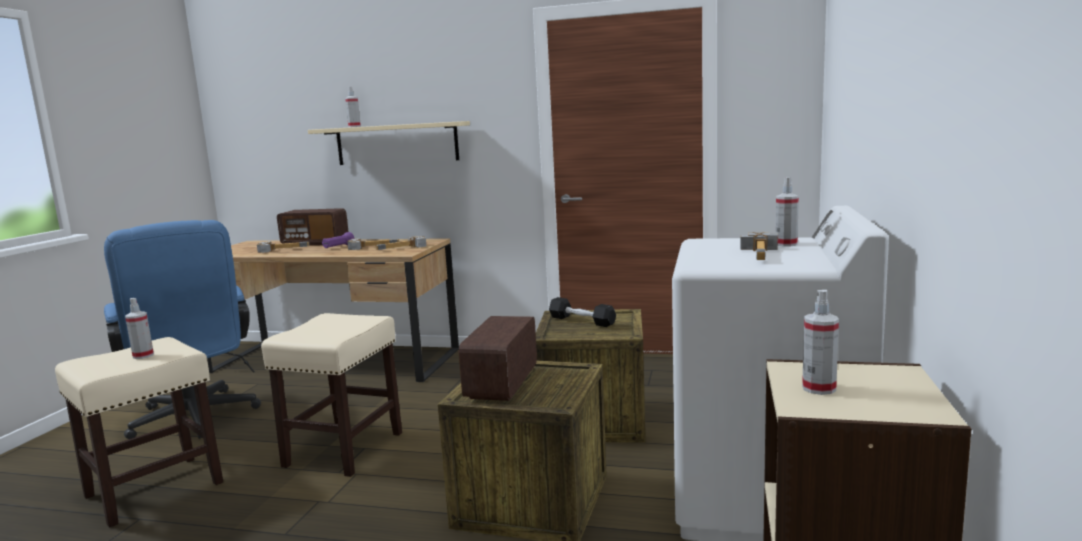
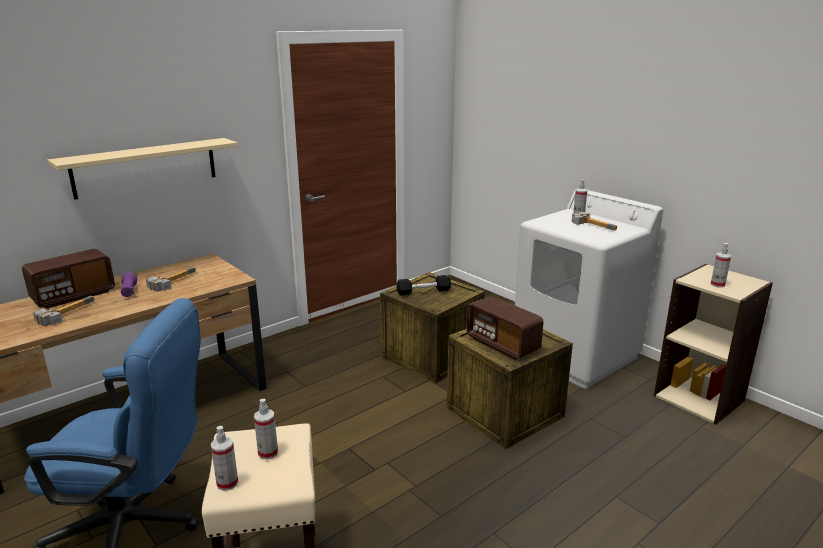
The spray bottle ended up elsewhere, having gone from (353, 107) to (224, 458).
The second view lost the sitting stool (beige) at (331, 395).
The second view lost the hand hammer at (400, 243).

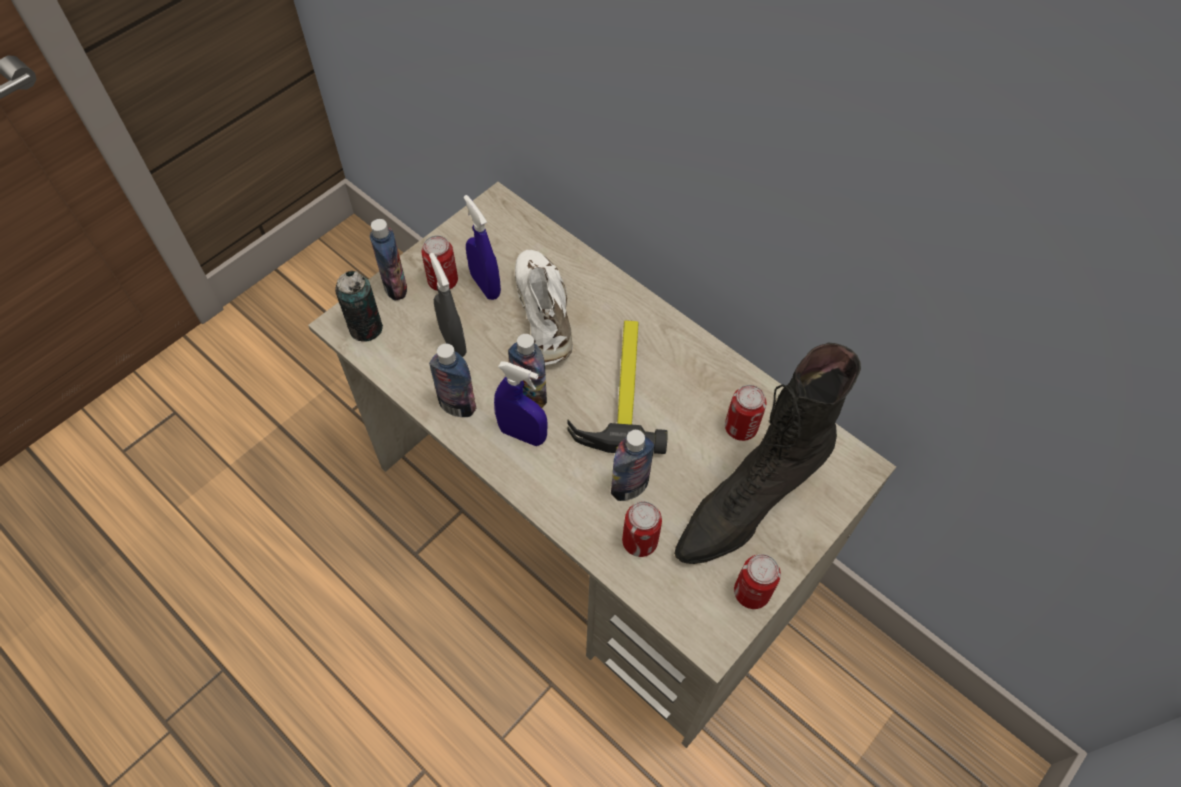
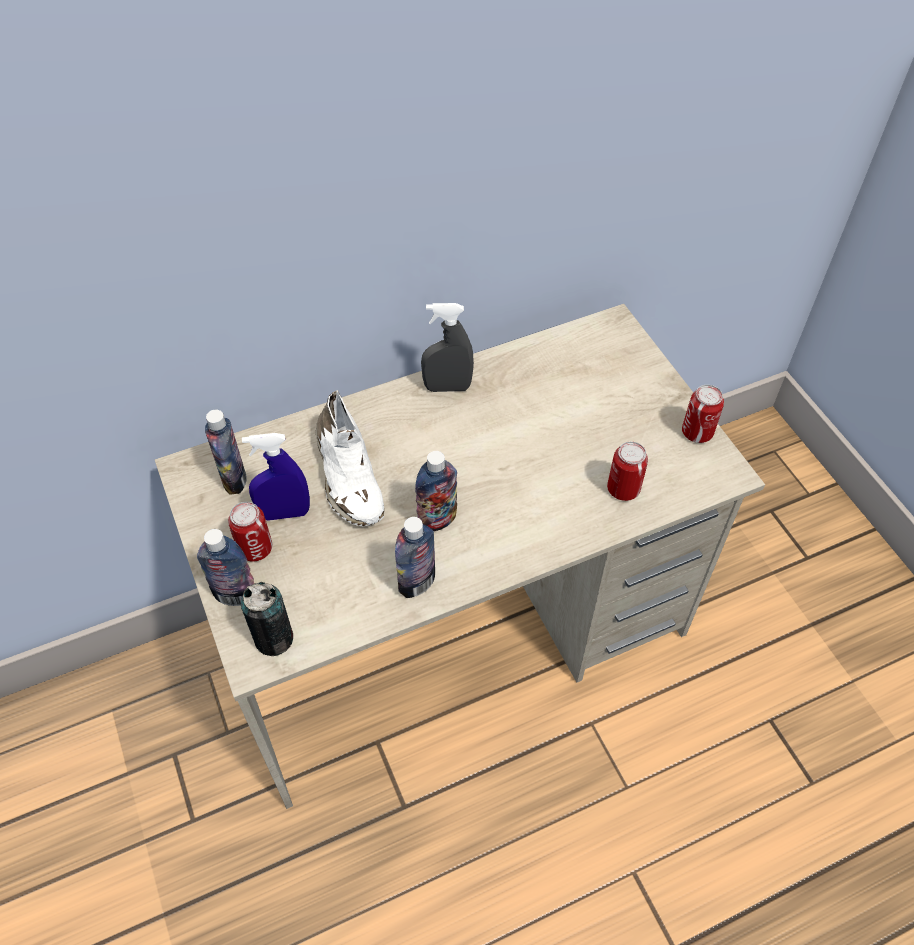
The drink bottle ended up elsewhere, having gone from (632, 465) to (226, 452).
The item of footwear (white) at (544, 307) ended up facing another way, 120 degrees counterclockwise from before.
The spray bottle (greyish) ended up elsewhere, having gone from (448, 305) to (447, 347).
The second view lost the spray bottle (bluish) at (521, 403).
The second view lost the hand hammer at (617, 387).
The second view lost the boot (black) at (767, 453).
The second view lost the sealed can at (745, 413).

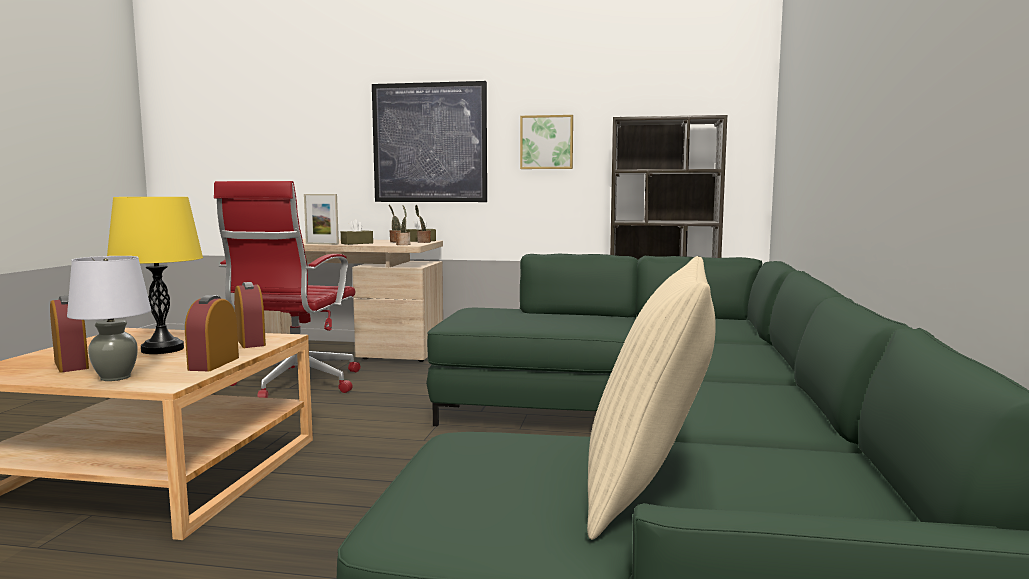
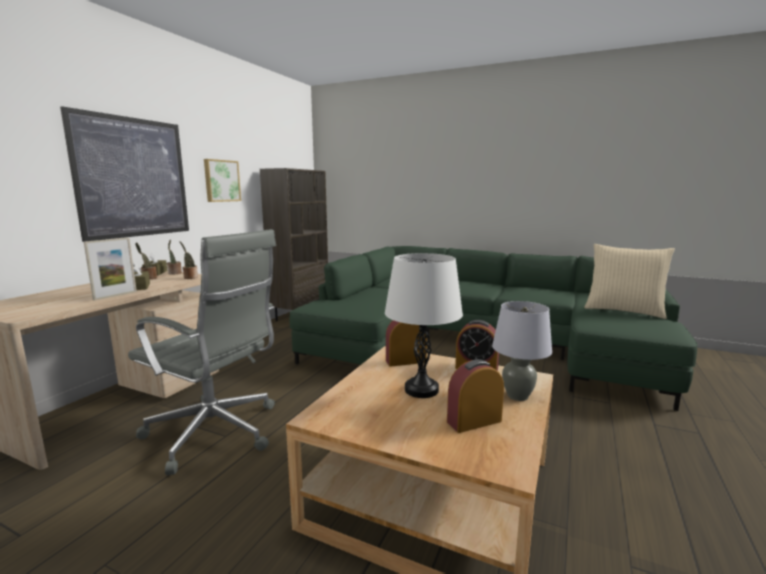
What was the office chair (reddish) at (287, 289) turned into the office chair (greyish) at (202, 352).
What was the table lamp (yellow-coloured) at (155, 275) turned into the table lamp (white) at (424, 325).

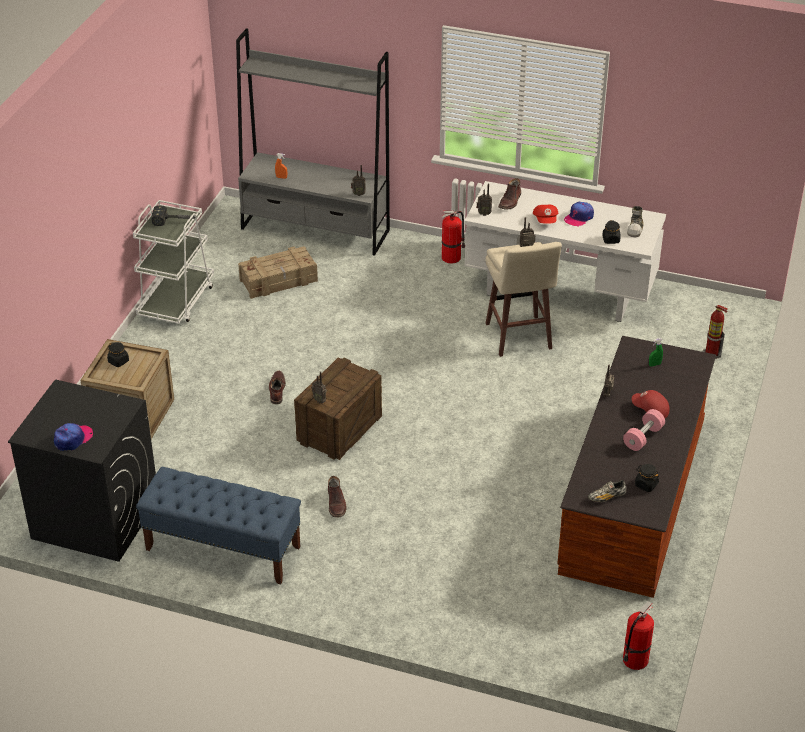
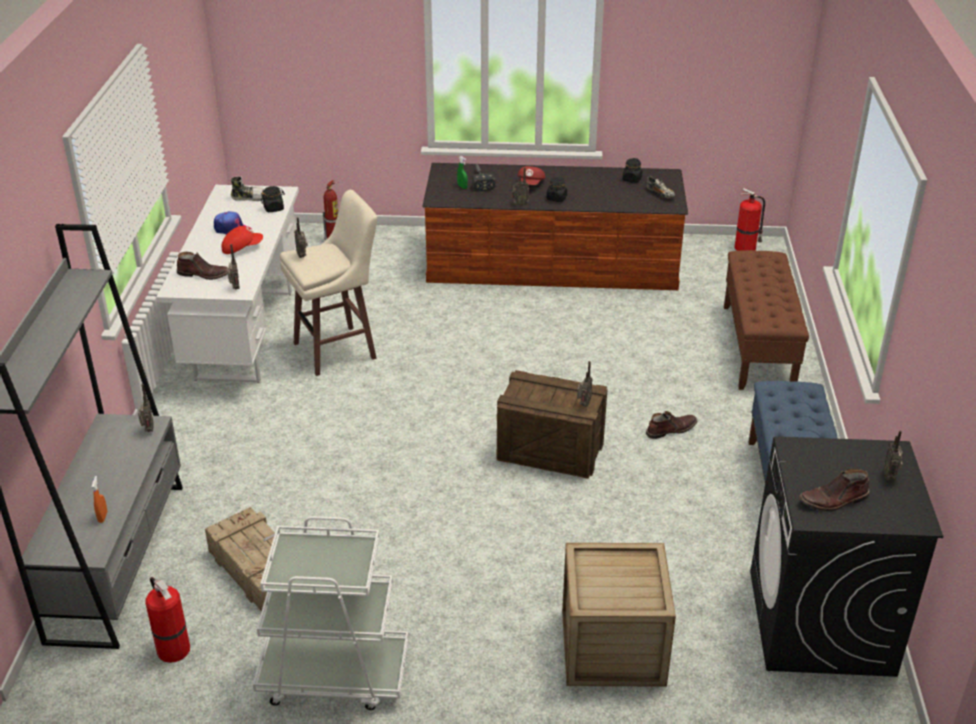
The fire extinguisher ended up elsewhere, having gone from (453, 237) to (167, 620).
The hand hammer ended up elsewhere, having gone from (174, 215) to (483, 178).
The preserve jar (black) ended up elsewhere, having gone from (118, 354) to (556, 189).
The second view gained the bench (brown-coloured) at (766, 320).
The boot (brown-coloured) ended up elsewhere, having gone from (277, 387) to (834, 490).
Where the peaked cap stood at (73, 437), the radio came to stand at (893, 455).
The second view lost the free weight (pink-coloured) at (644, 430).

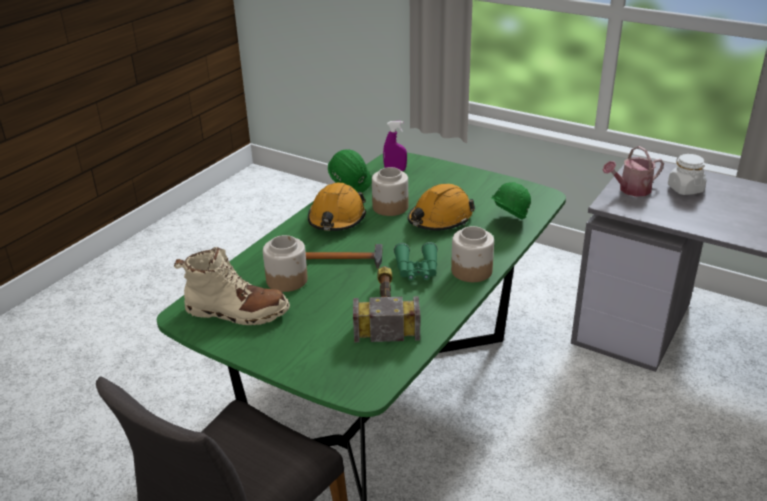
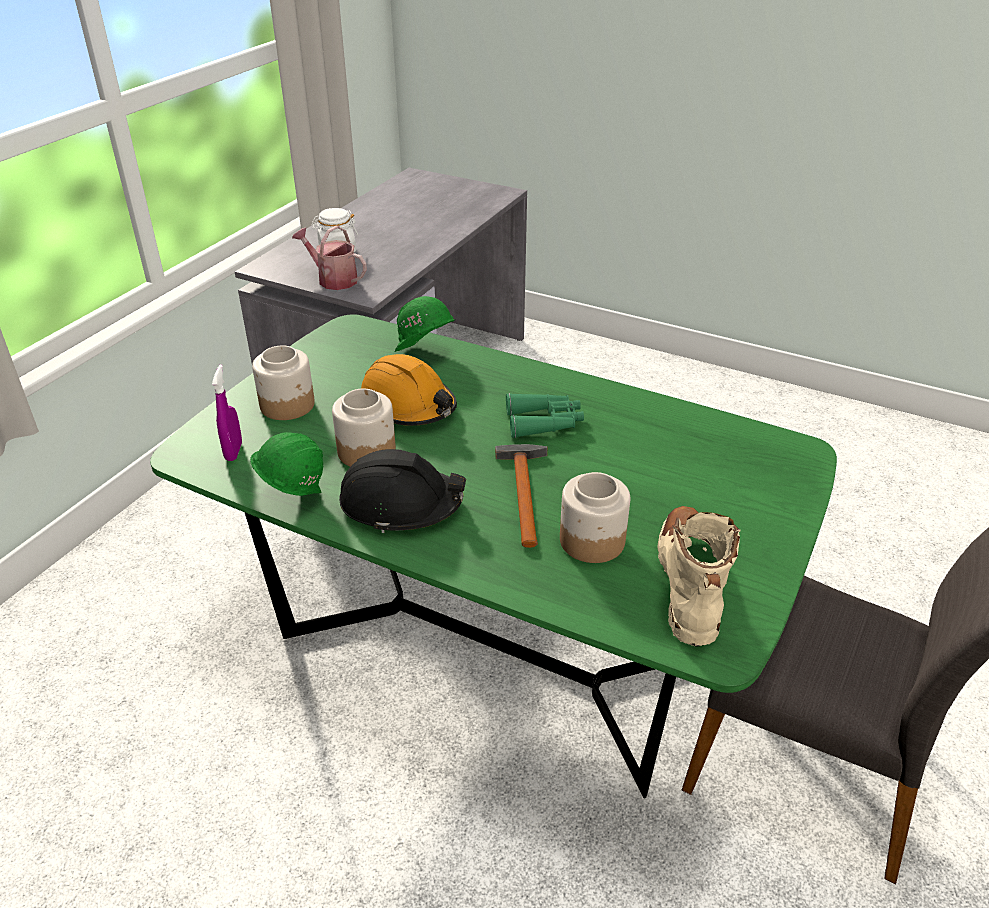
The preserve jar ended up elsewhere, having gone from (472, 254) to (283, 382).
The sprinkling can at (633, 171) ended up facing another way, 150 degrees clockwise from before.
What was the safety helmet (orange-coloured) at (337, 206) turned into the safety helmet (black) at (402, 491).
The second view lost the hand hammer at (386, 304).

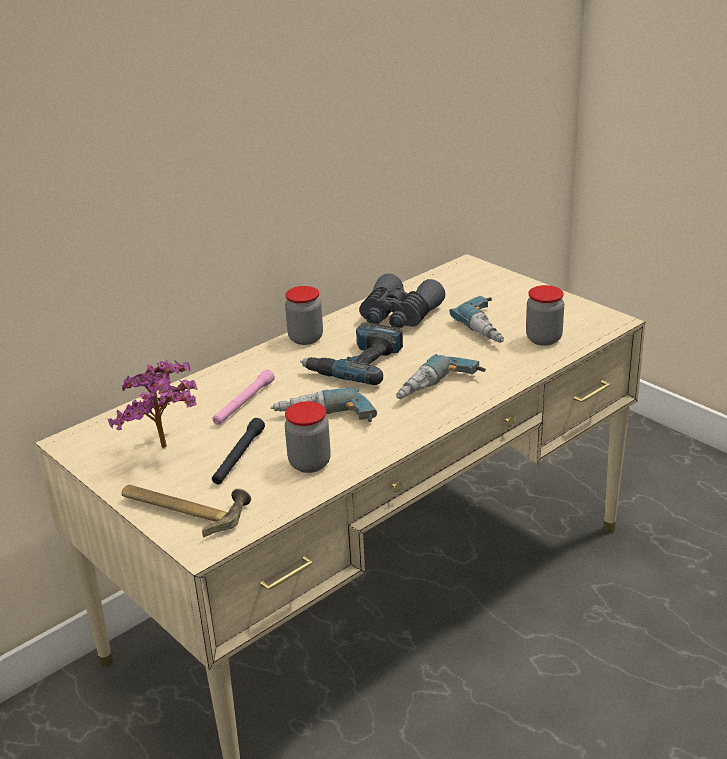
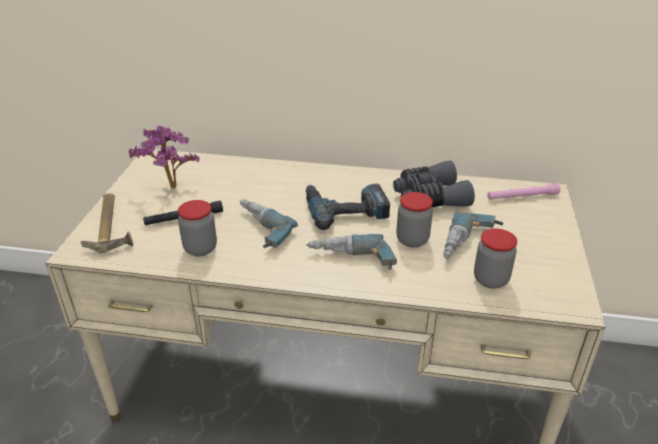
The preserve jar ended up elsewhere, having gone from (304, 315) to (414, 219).
The flashlight (pink-coloured) ended up elsewhere, having gone from (243, 397) to (523, 191).

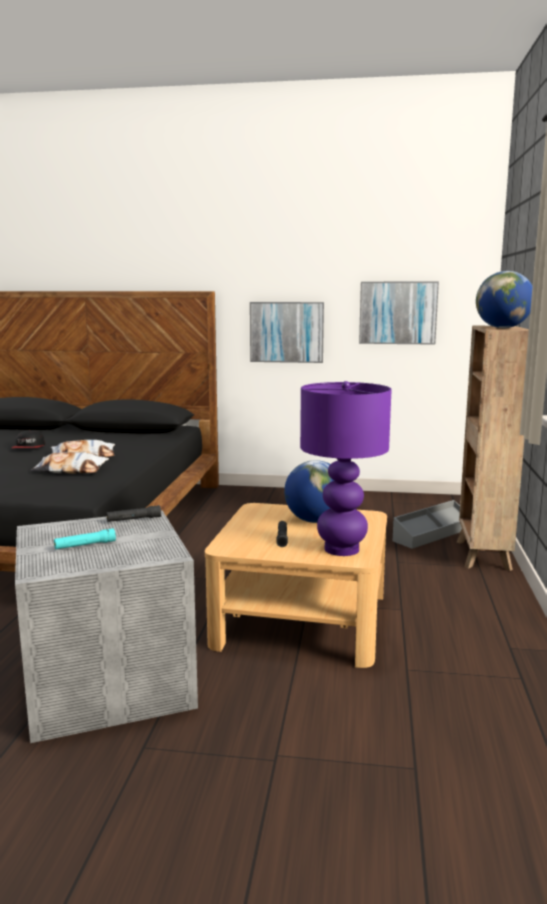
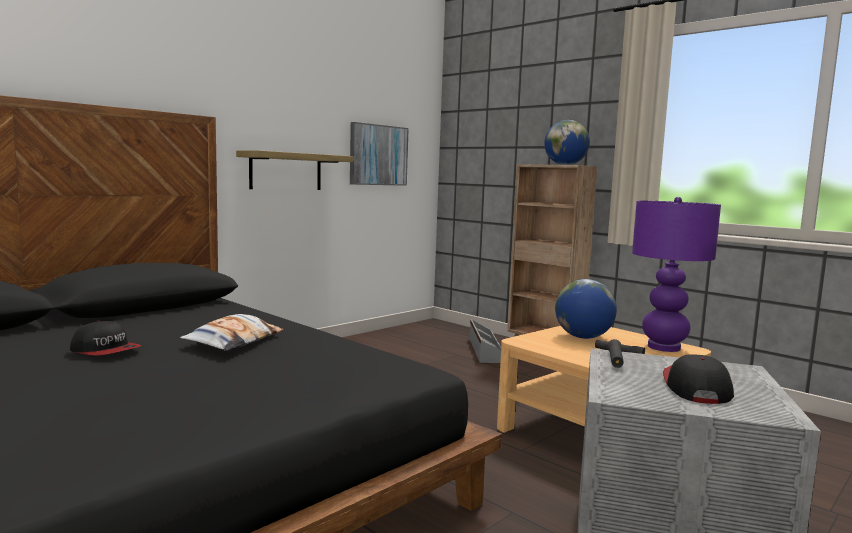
Where the wall picture hung at (287, 332), the shelf came to hang at (294, 170).
Where the flashlight (turquoise-coloured) stood at (85, 538), the peaked cap came to stand at (698, 379).
The second view lost the pillow at (69, 463).

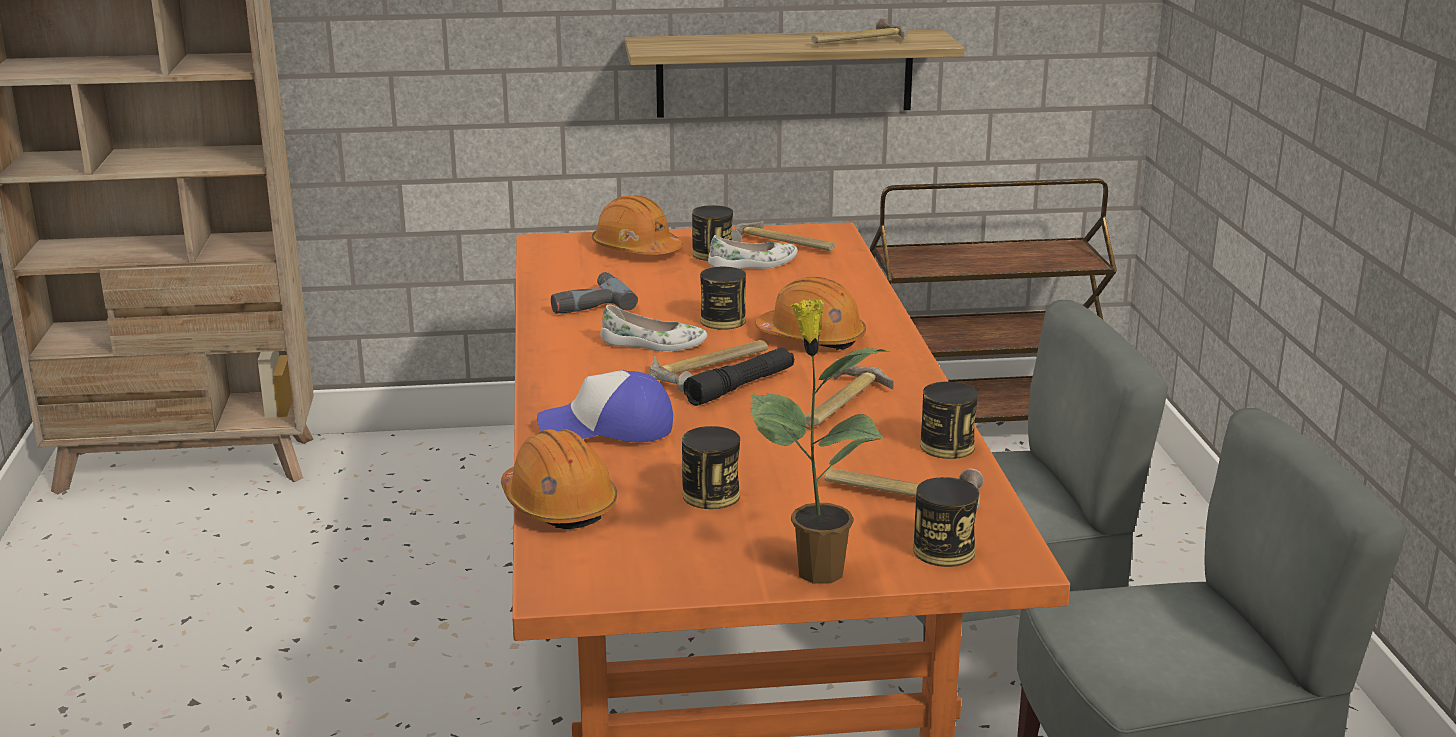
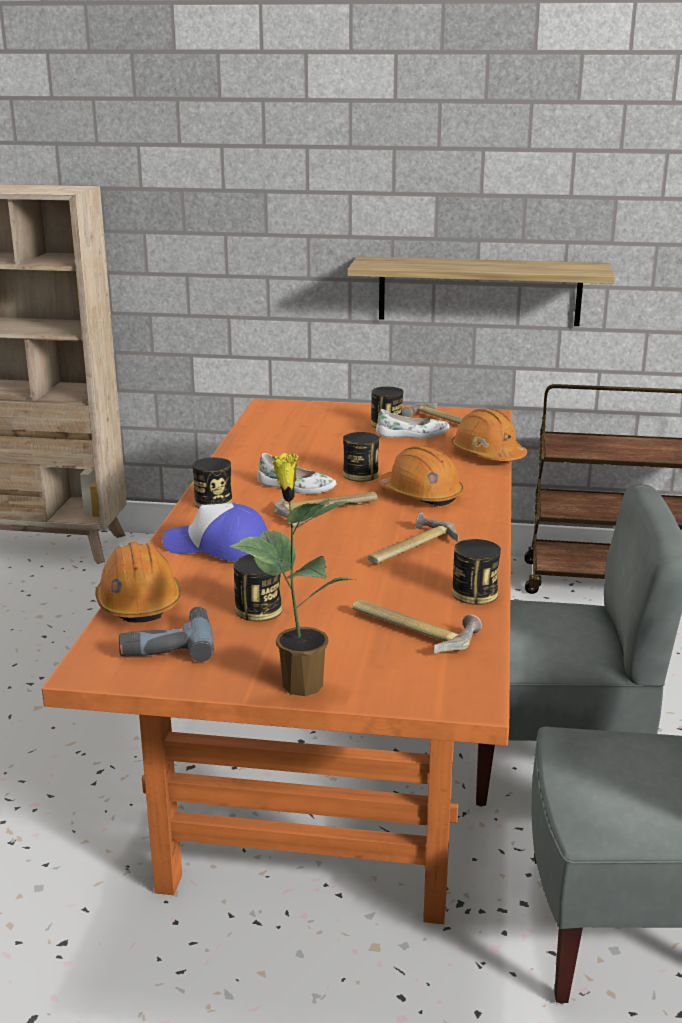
The power drill ended up elsewhere, having gone from (594, 293) to (166, 634).
The sealed can ended up elsewhere, having gone from (946, 522) to (212, 482).
The safety helmet (orange-coloured) ended up elsewhere, having gone from (637, 225) to (489, 434).
The second view lost the flashlight (black) at (738, 376).
The second view lost the hand hammer at (860, 31).

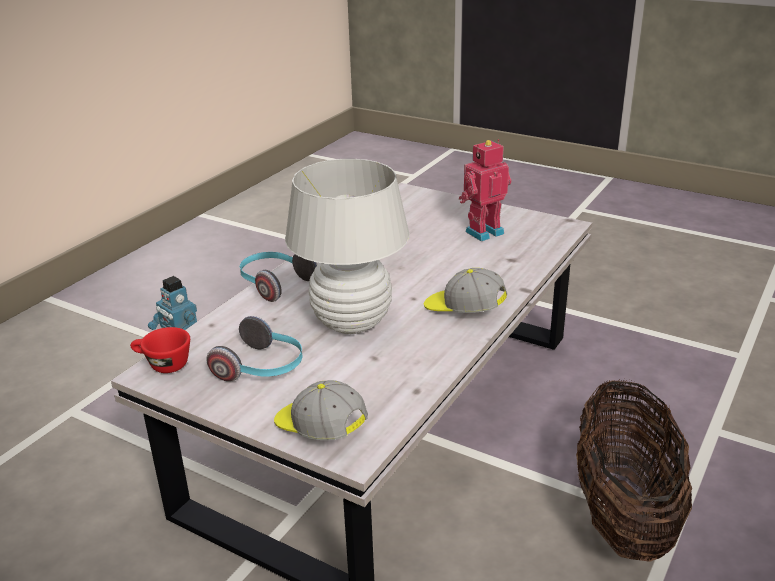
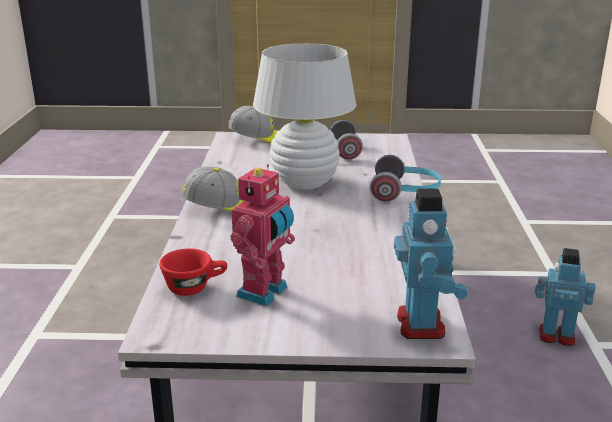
The small cup (reddish) ended up elsewhere, having gone from (160, 350) to (193, 272).
The second view gained the model robot at (431, 264).
The second view lost the basket at (634, 470).

